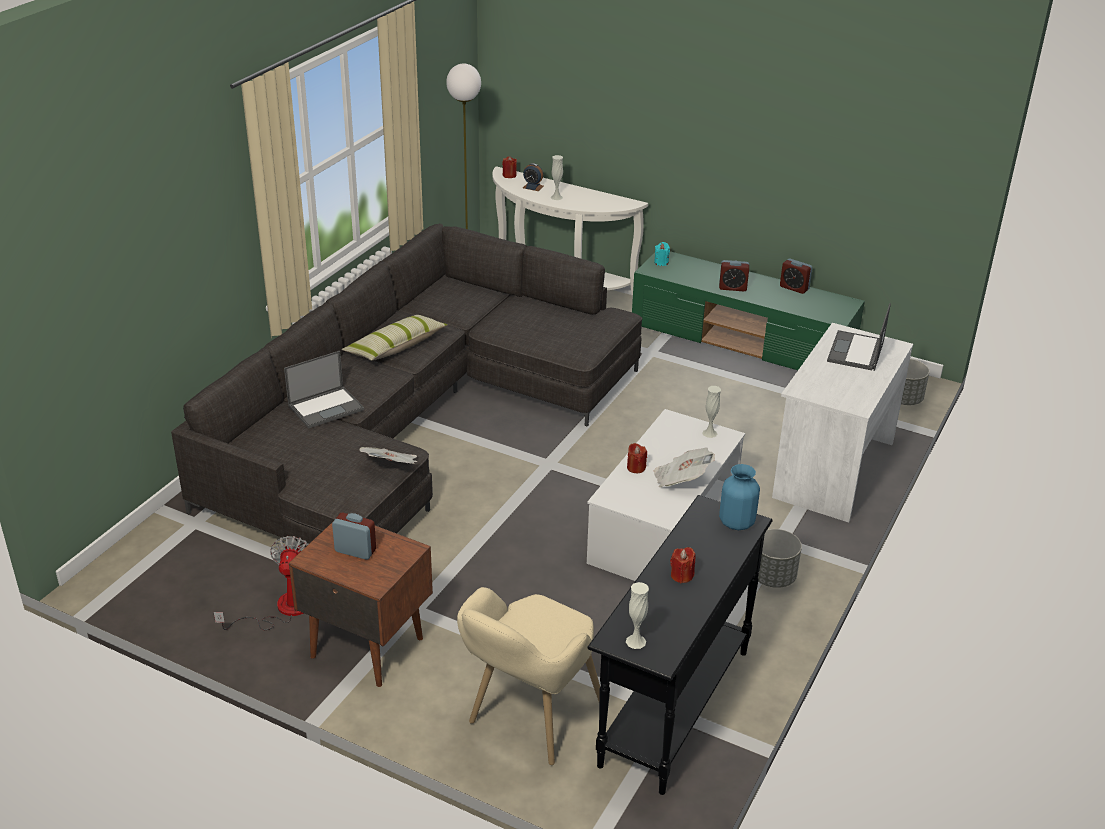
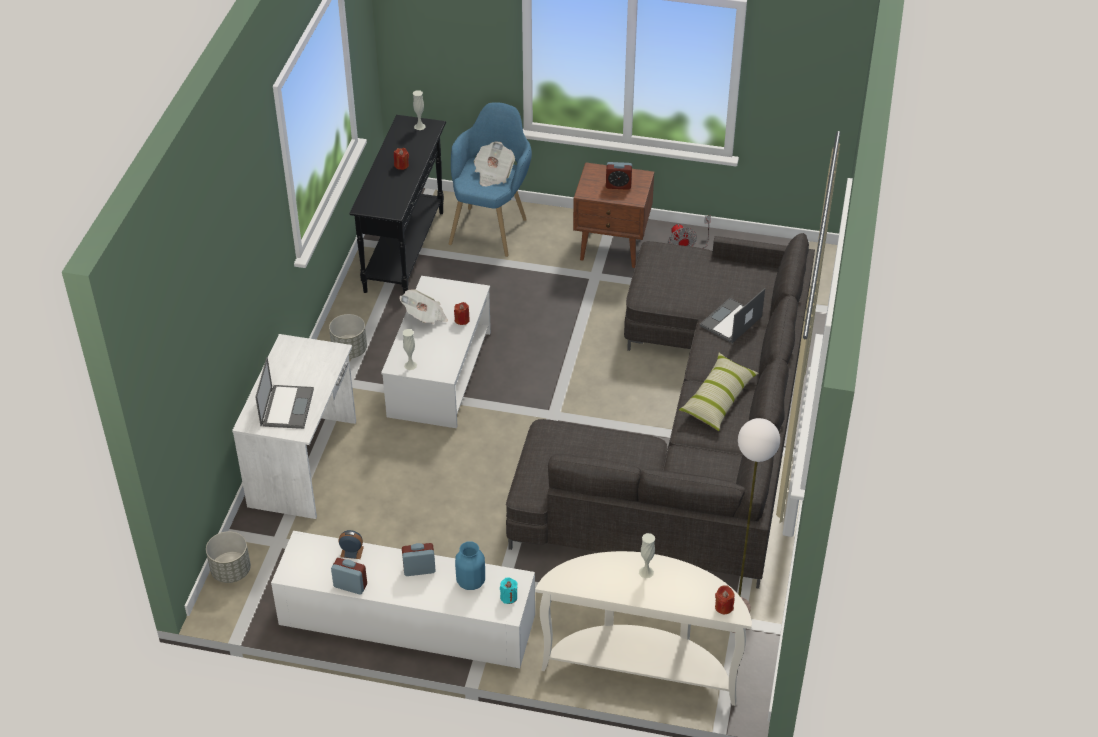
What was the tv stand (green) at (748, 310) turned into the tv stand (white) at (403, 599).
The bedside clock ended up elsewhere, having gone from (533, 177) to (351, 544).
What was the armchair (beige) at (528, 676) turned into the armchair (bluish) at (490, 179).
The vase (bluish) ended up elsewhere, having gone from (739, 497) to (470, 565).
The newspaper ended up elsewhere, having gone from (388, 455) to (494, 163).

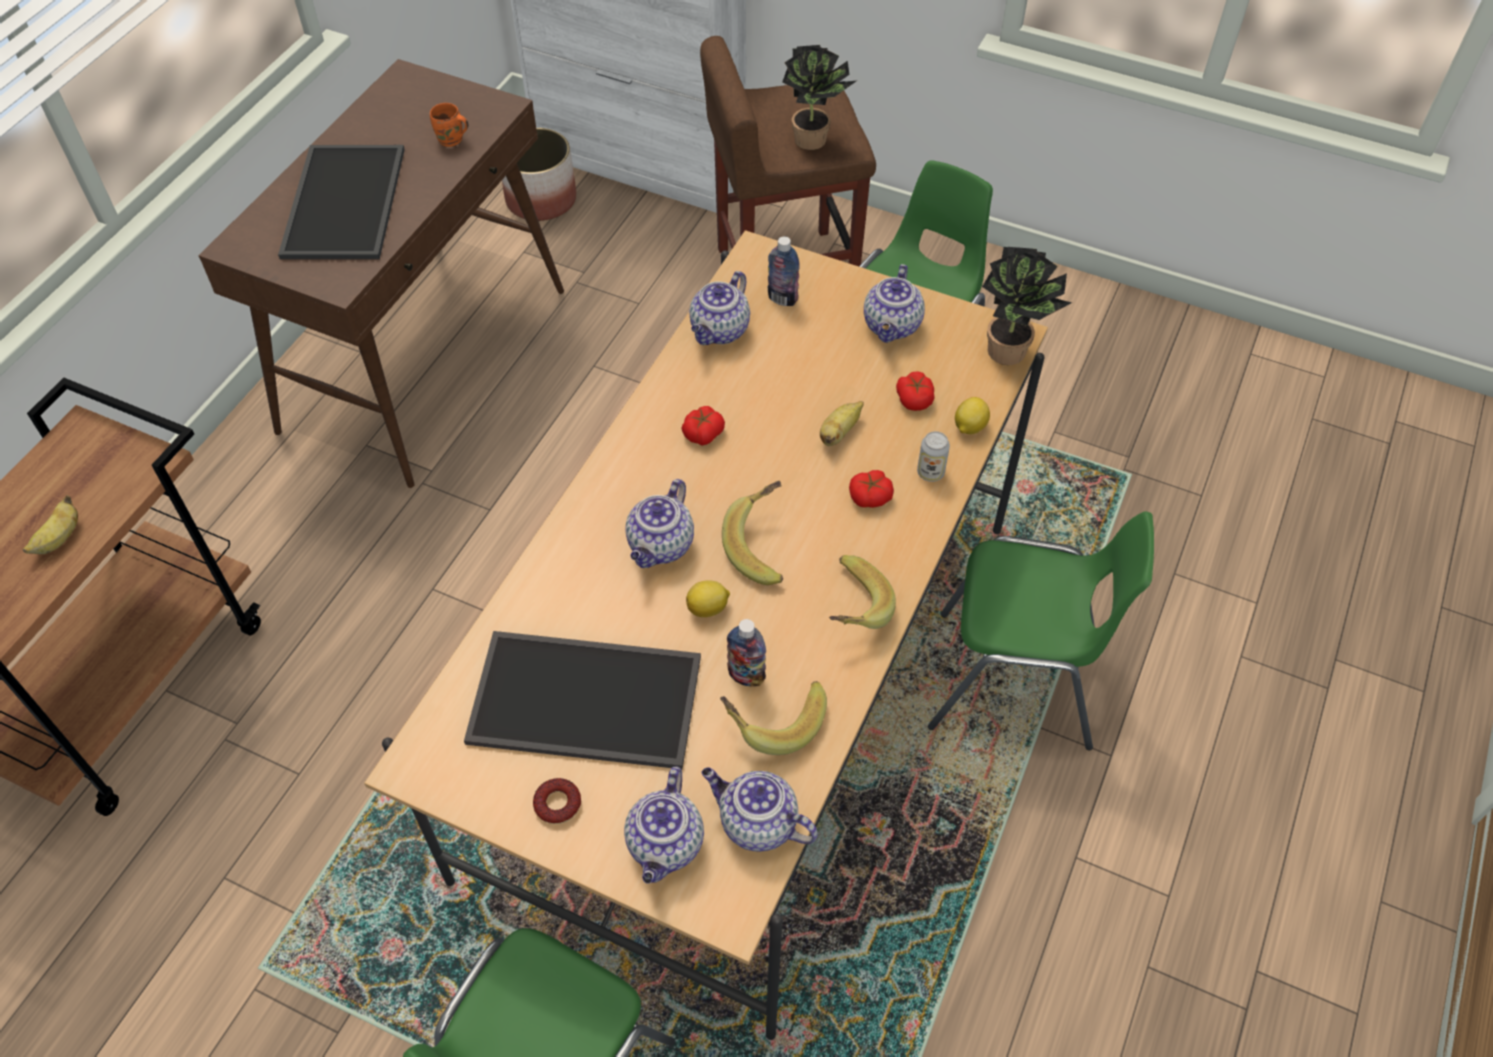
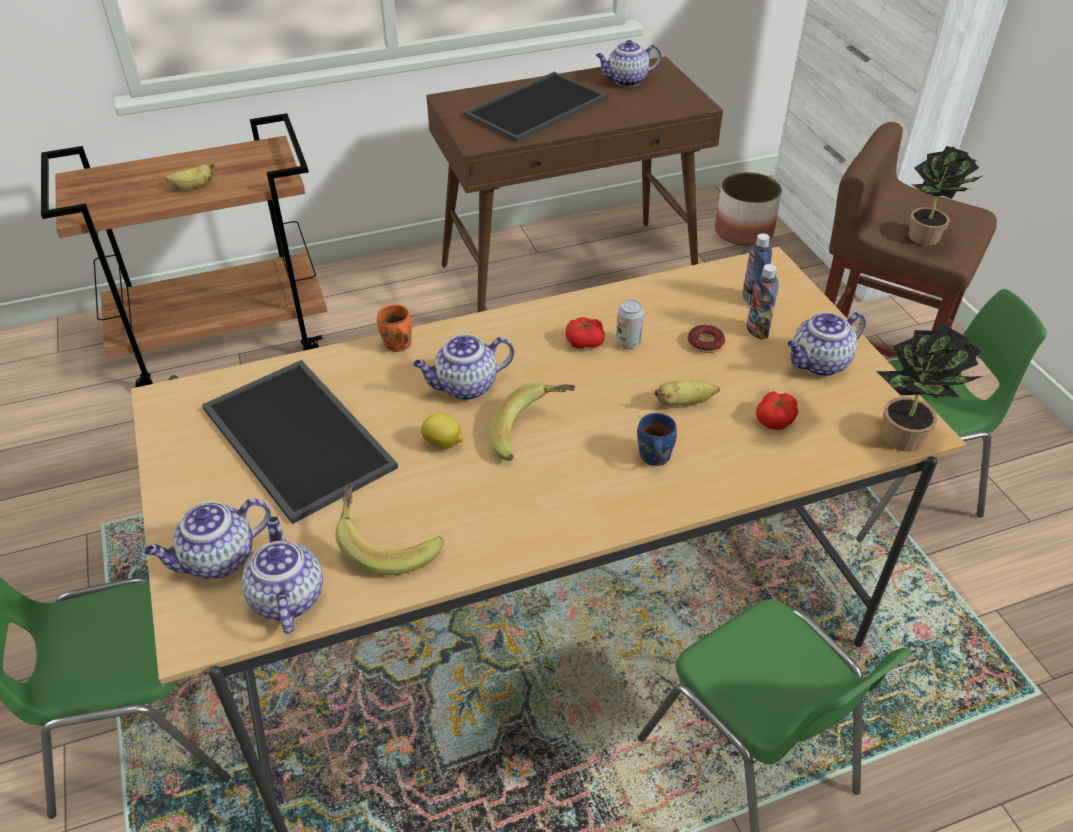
The coffee mug (orange-coloured) ended up elsewhere, having gone from (449, 125) to (394, 328).
The teapot ended up elsewhere, having gone from (719, 308) to (628, 63).
The sealed can ended up elsewhere, having gone from (933, 456) to (630, 324).
Where the tomato stood at (871, 489), the coffee mug (bluish) came to stand at (657, 439).
The ring doughnut ended up elsewhere, having gone from (557, 801) to (706, 339).
The drink bottle ended up elsewhere, having gone from (746, 653) to (763, 302).
The second view lost the banana at (862, 592).
The second view lost the citrus fruit at (972, 415).

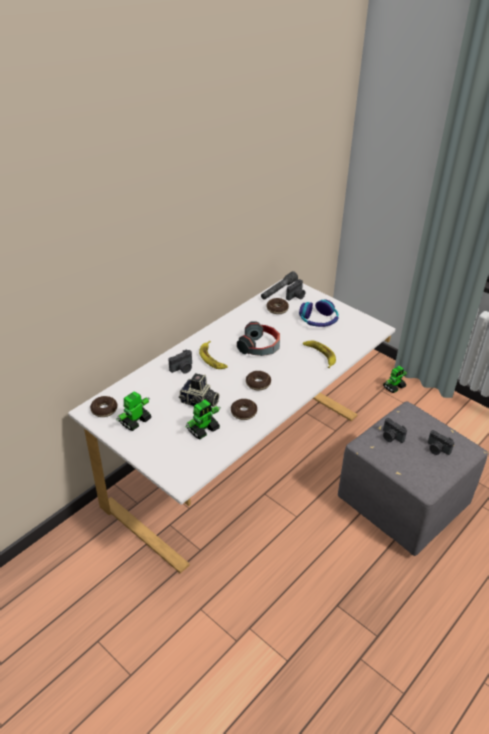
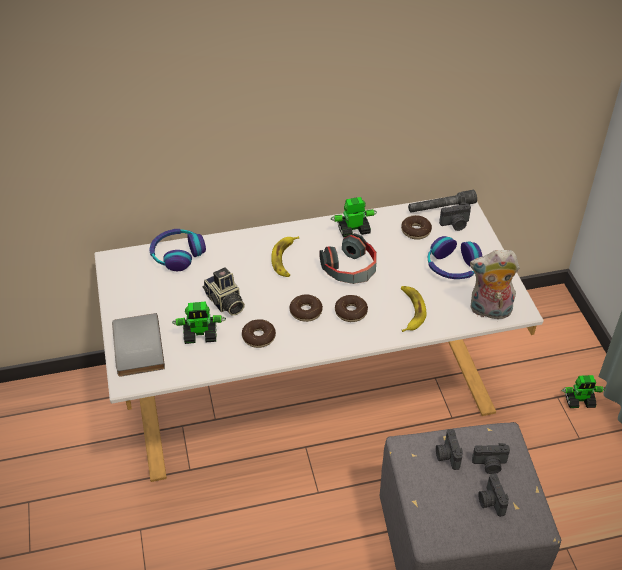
The second view gained the bound book (greyish) at (138, 344).
The second view gained the headset at (178, 250).
The model robot ended up elsewhere, having gone from (134, 411) to (354, 217).
The ring doughnut ended up elsewhere, having gone from (103, 406) to (351, 308).
The second view gained the cuddly toy at (495, 284).
The still camera ended up elsewhere, having gone from (180, 361) to (491, 458).

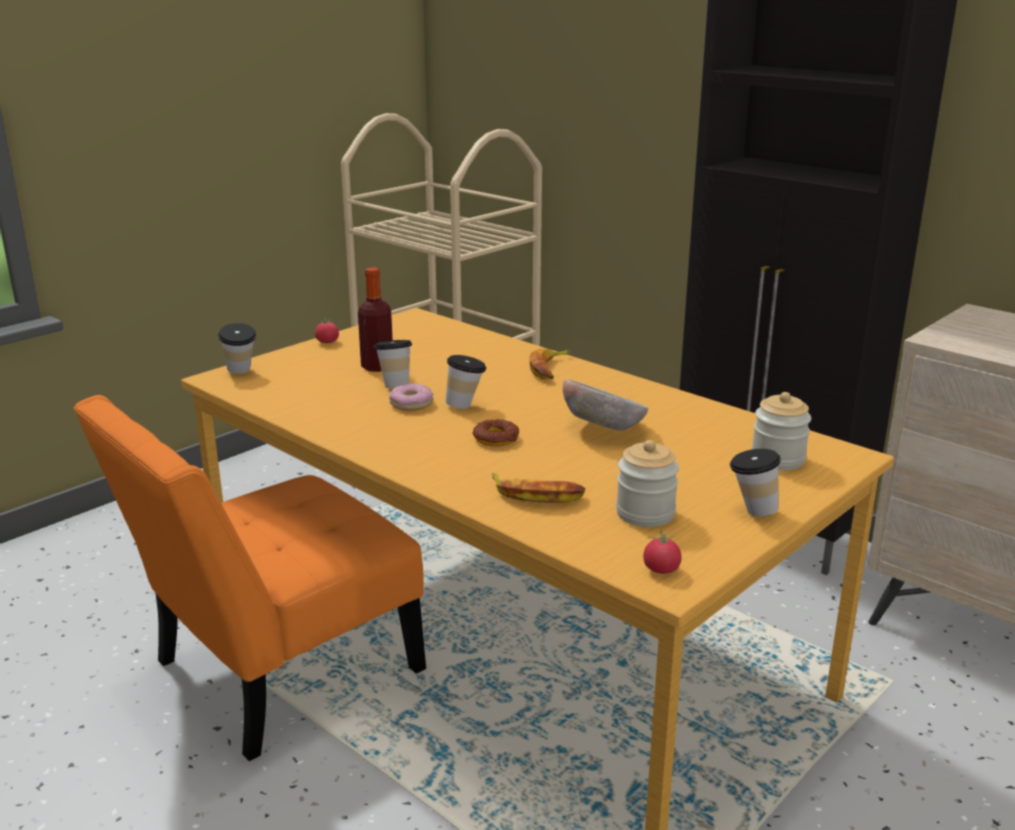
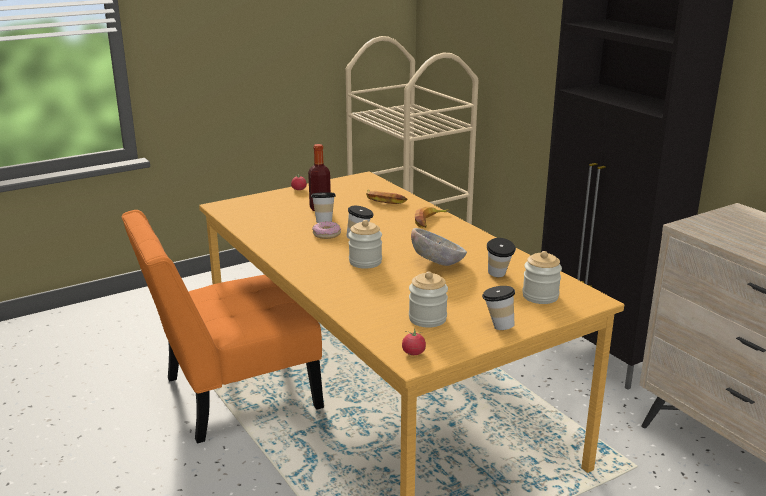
Where the ring doughnut stood at (496, 432), the preserve jar came to stand at (365, 244).
The banana ended up elsewhere, having gone from (539, 488) to (386, 196).
The small cup ended up elsewhere, having gone from (237, 348) to (501, 257).

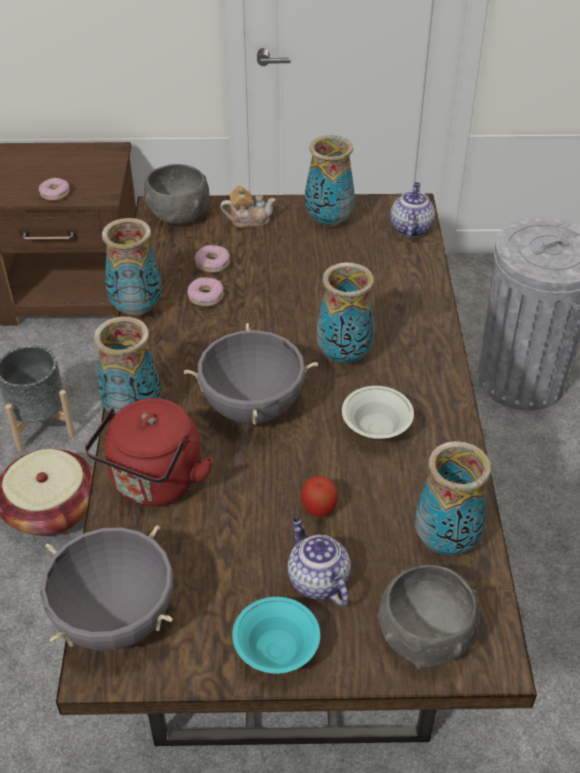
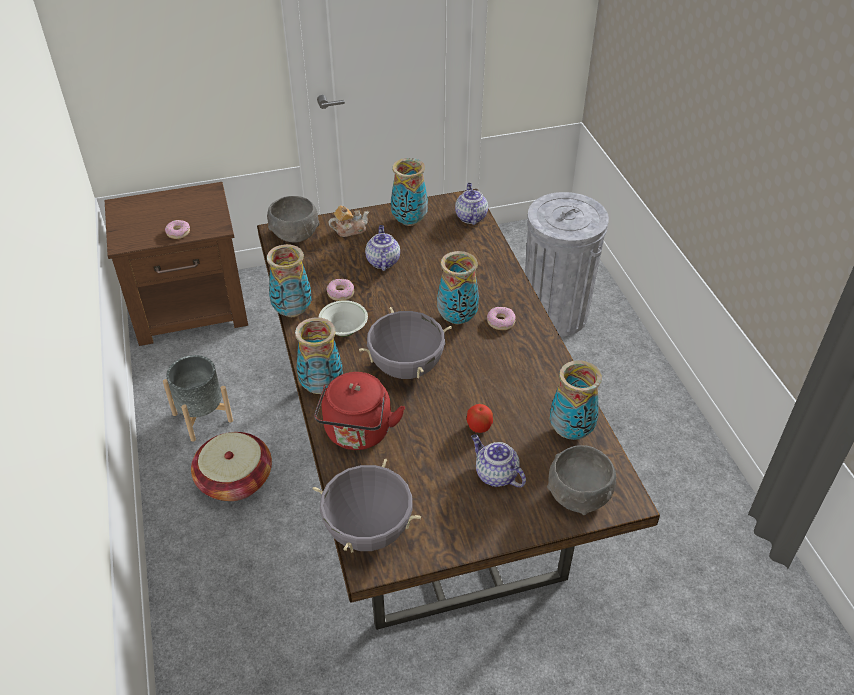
The bowl (white) ended up elsewhere, having gone from (378, 413) to (343, 318).
The second view gained the teapot at (382, 248).
The ring doughnut ended up elsewhere, having gone from (212, 259) to (501, 318).
The second view lost the bowl (turquoise-coloured) at (276, 635).

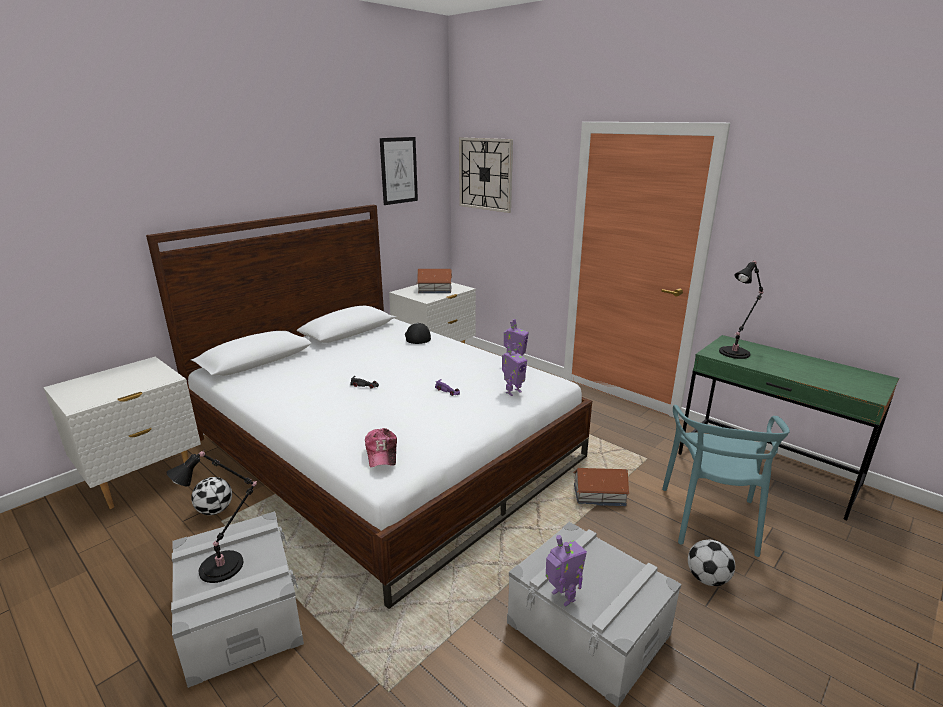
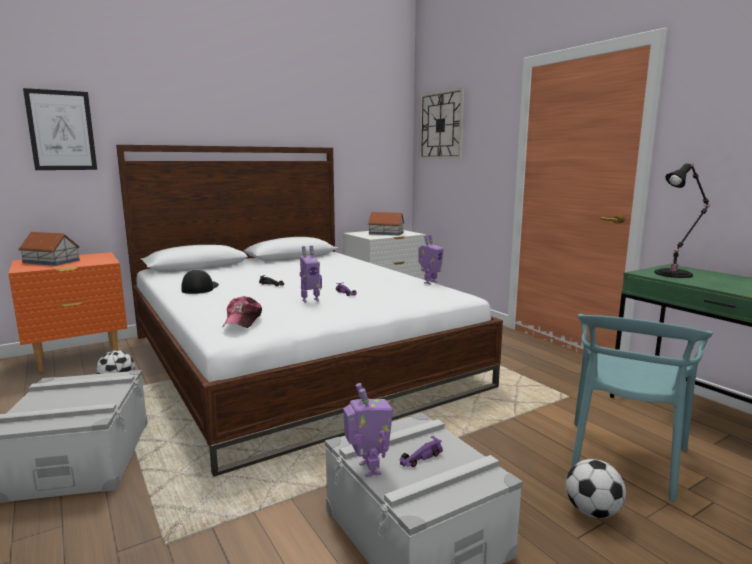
What was the night table (white) at (122, 433) turned into the night table (orange-coloured) at (67, 312).
The miniature house ended up elsewhere, having gone from (601, 487) to (49, 249).
The wall picture ended up elsewhere, having gone from (399, 171) to (60, 129).
The peaked cap ended up elsewhere, having gone from (418, 333) to (200, 281).
The model robot ended up elsewhere, having gone from (514, 369) to (311, 274).
The second view gained the toy car (purple-coloured) at (421, 451).
The second view lost the table lamp (black) at (212, 516).

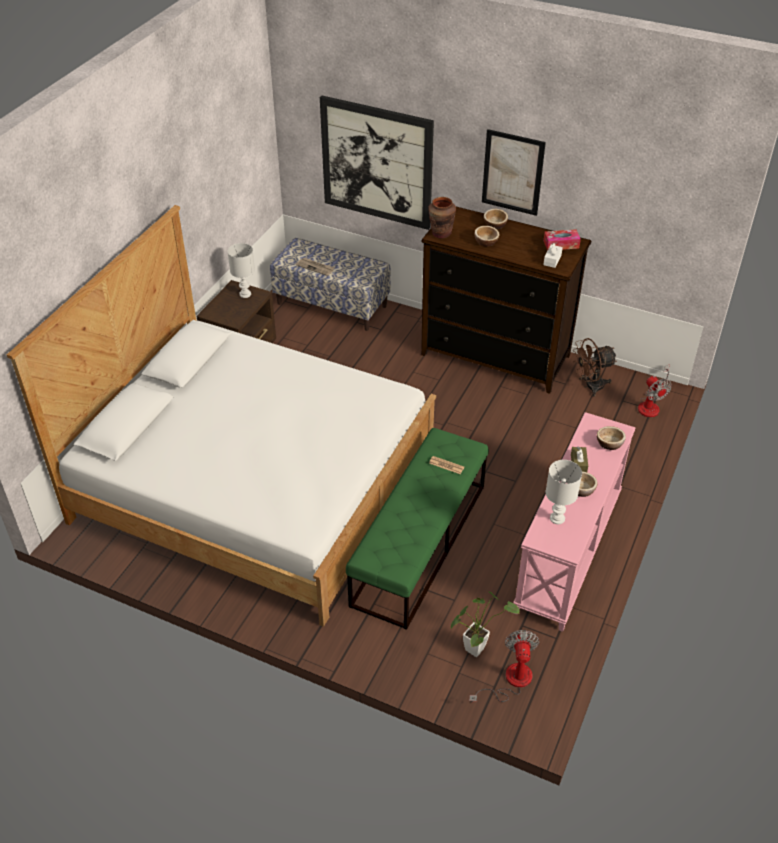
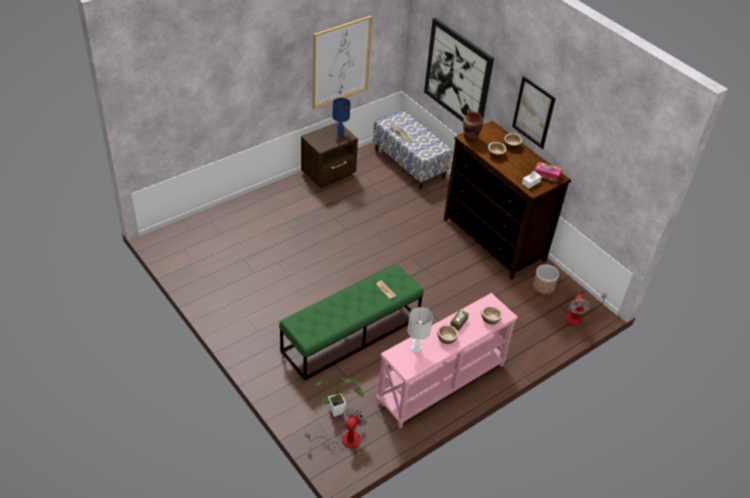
The second view gained the wall picture at (342, 62).
What was the table lamp (white) at (241, 270) turned into the table lamp (bluish) at (341, 117).
Where the electric fan (brown-coloured) stood at (595, 367), the flower pot came to stand at (546, 279).
The second view lost the sleeping bed at (221, 416).

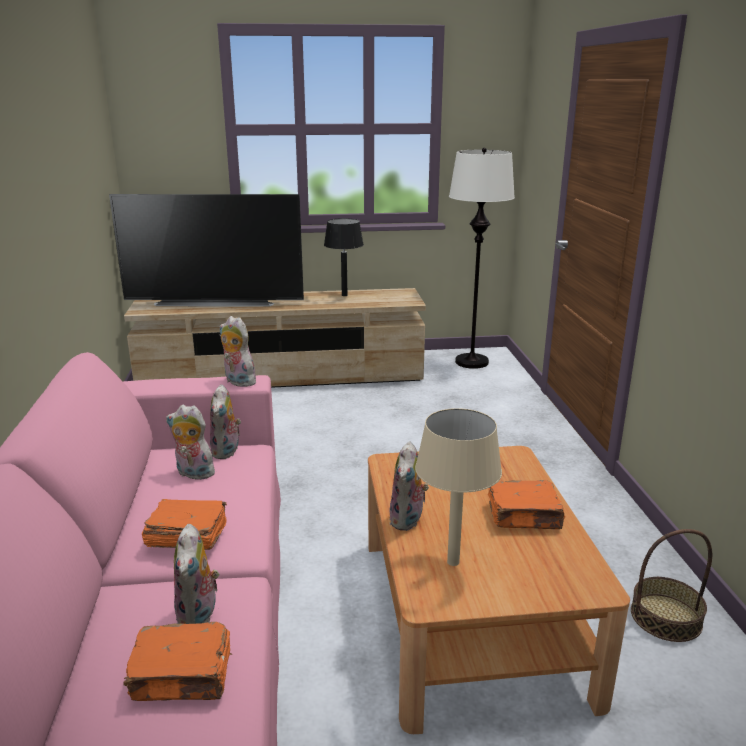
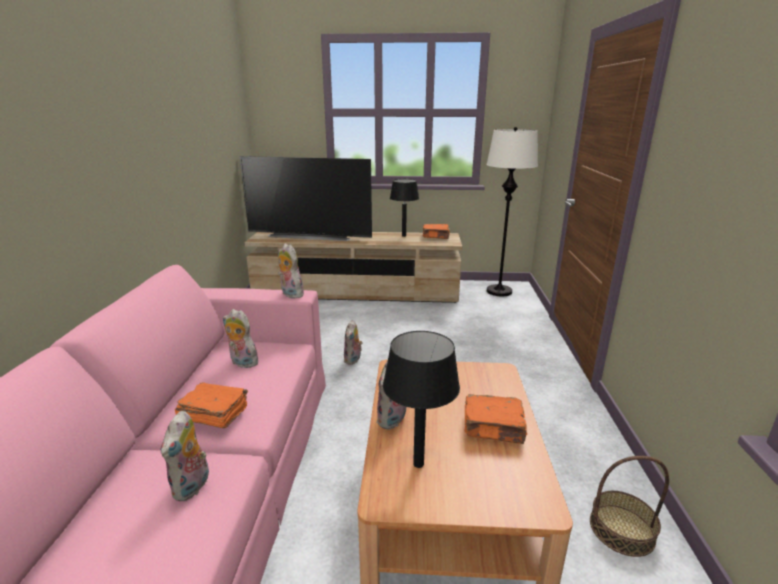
The cuddly toy ended up elsewhere, having gone from (225, 421) to (353, 342).
What was the table lamp (beige) at (458, 487) turned into the table lamp (black) at (421, 399).
The bound book (orange-coloured) ended up elsewhere, having gone from (177, 661) to (436, 231).

